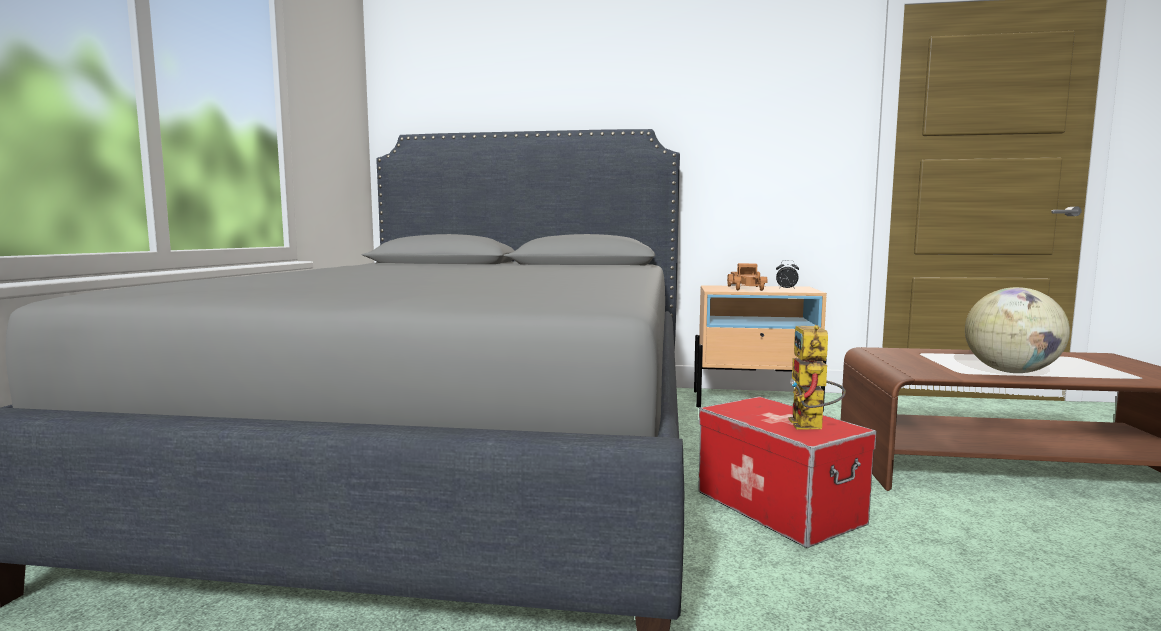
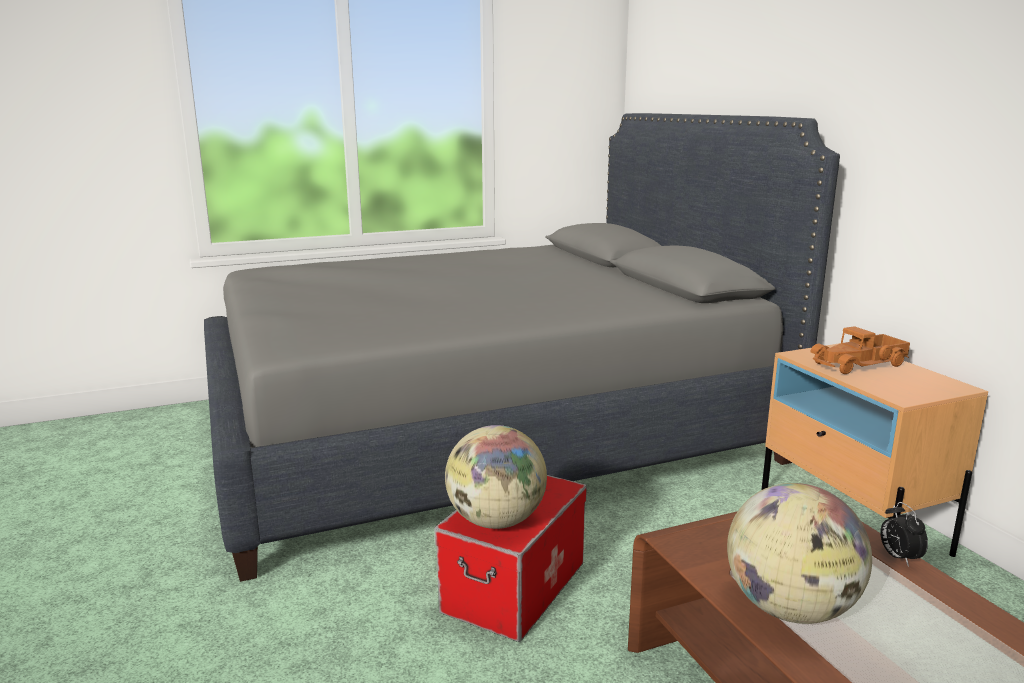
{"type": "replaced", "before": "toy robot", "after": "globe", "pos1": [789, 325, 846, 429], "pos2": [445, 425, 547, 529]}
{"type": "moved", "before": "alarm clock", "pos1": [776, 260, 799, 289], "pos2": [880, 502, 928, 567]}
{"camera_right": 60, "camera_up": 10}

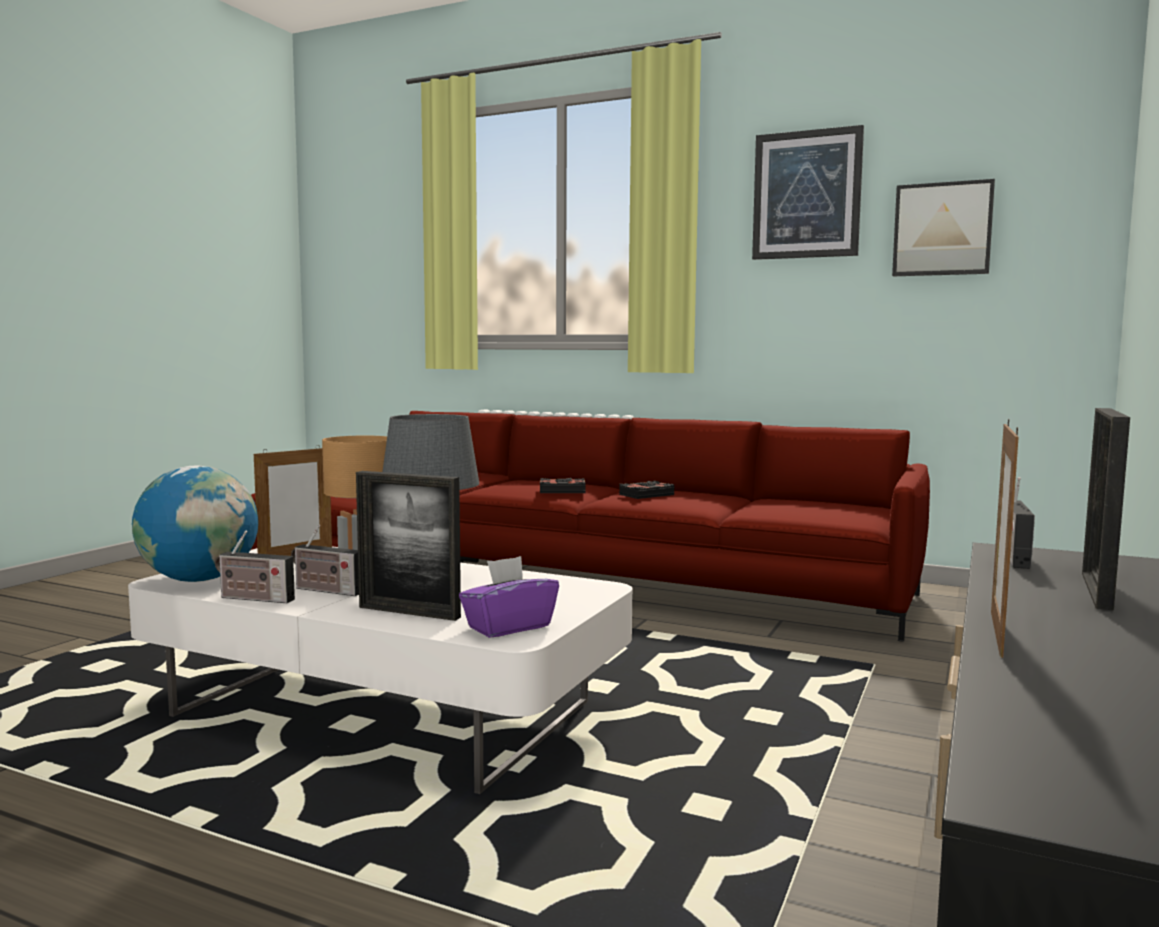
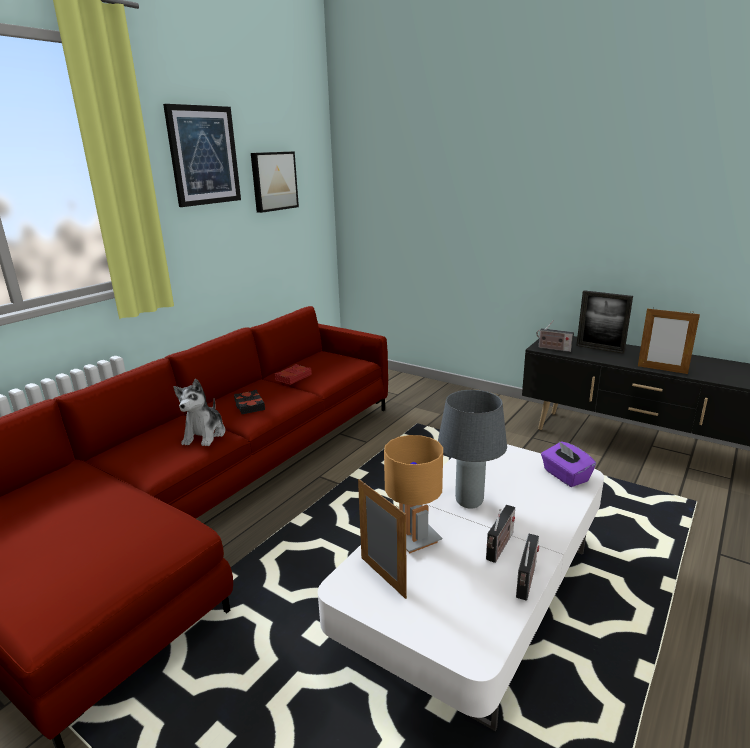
{"type": "replaced", "before": "book (black)", "after": "plush toy", "pos1": [540, 478, 586, 493], "pos2": [173, 379, 225, 446]}
{"type": "added", "after": "book (red)", "pos2": [274, 364, 312, 385]}
{"type": "removed", "before": "globe", "pos1": [132, 465, 258, 582]}
{"type": "removed", "before": "picture frame", "pos1": [356, 471, 461, 621]}
{"camera_right": -80, "camera_up": 15}

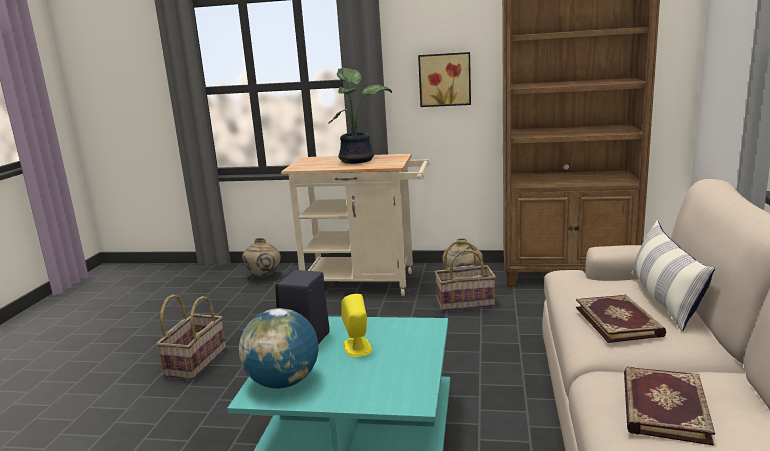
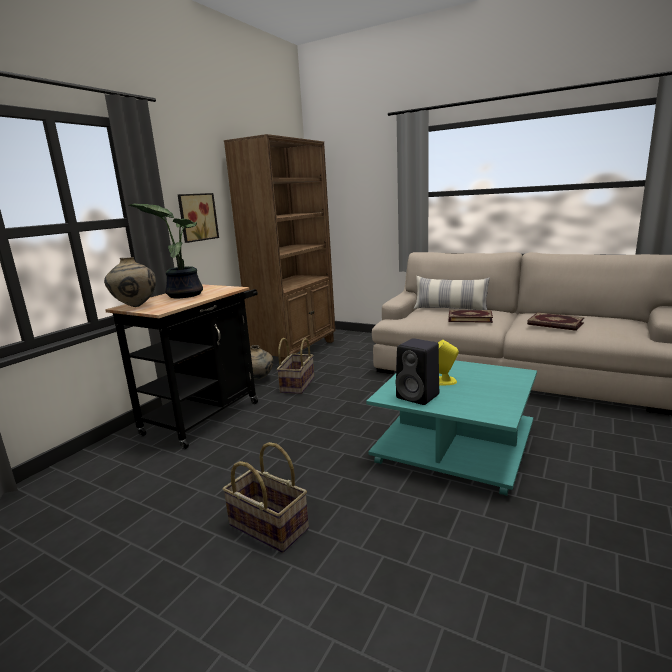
{"type": "moved", "before": "vase (beige)", "pos1": [242, 238, 281, 278], "pos2": [104, 257, 156, 307]}
{"type": "recoloured", "before": "cart (beige)", "after": "cart (black)", "pos1": [281, 154, 430, 296], "pos2": [105, 284, 258, 449]}
{"type": "removed", "before": "globe", "pos1": [239, 308, 318, 389]}
{"camera_right": -70, "camera_up": 0}

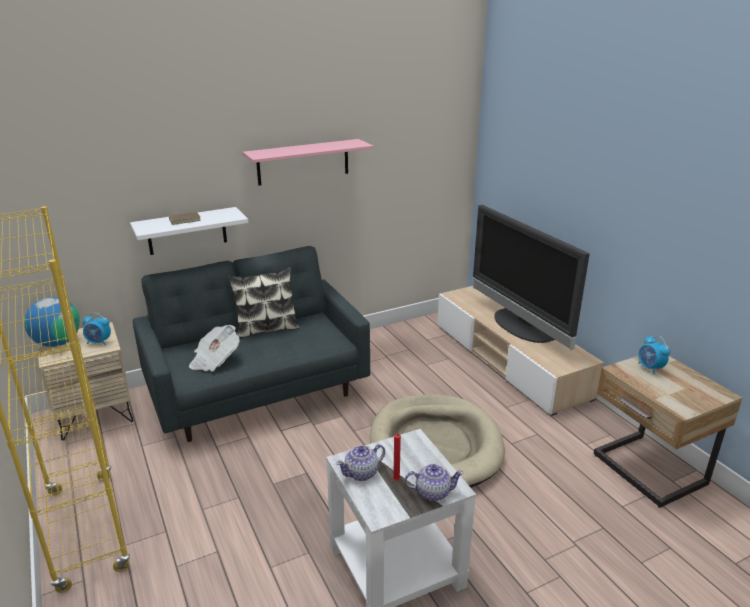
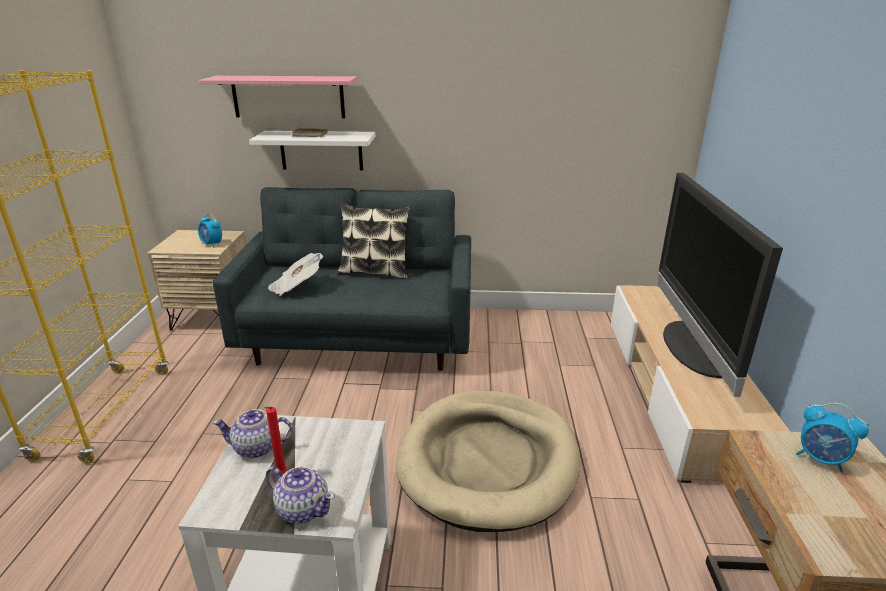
{"type": "moved", "before": "shelf (pink)", "pos1": [242, 139, 373, 186], "pos2": [199, 76, 357, 118]}
{"type": "turned", "before": "alarm clock", "pos1": [638, 336, 670, 374], "pos2": [796, 403, 869, 473], "turn": -60}
{"type": "removed", "before": "globe", "pos1": [24, 297, 80, 347]}
{"camera_right": 30, "camera_up": 0}

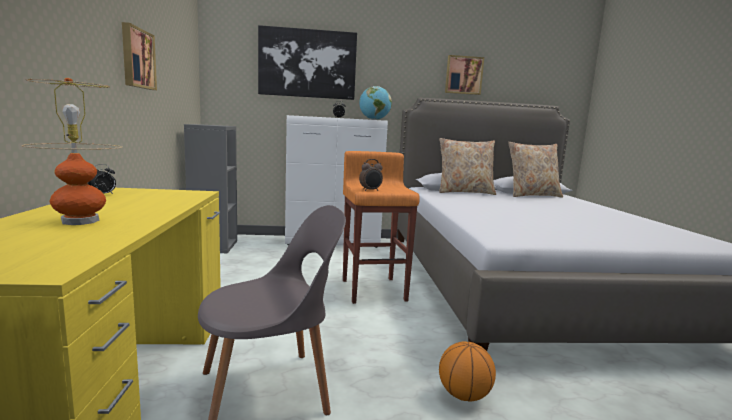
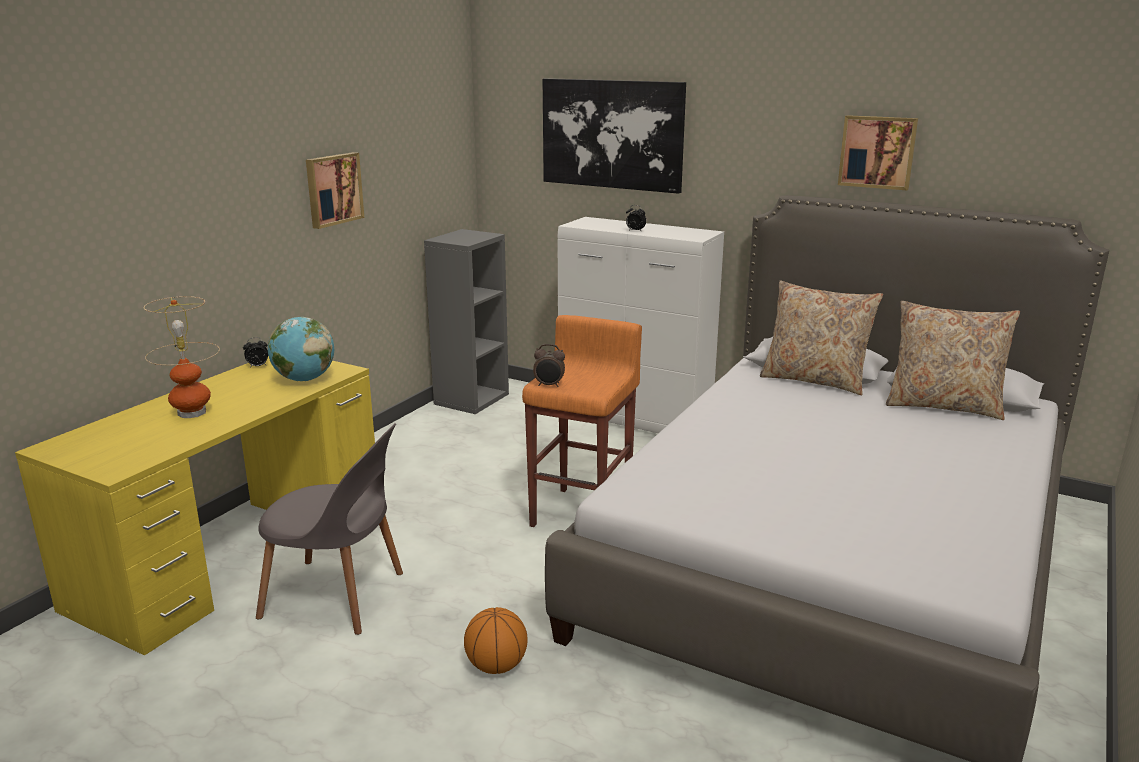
{"type": "moved", "before": "globe", "pos1": [359, 86, 392, 120], "pos2": [268, 317, 334, 381]}
{"camera_right": 35, "camera_up": 10}

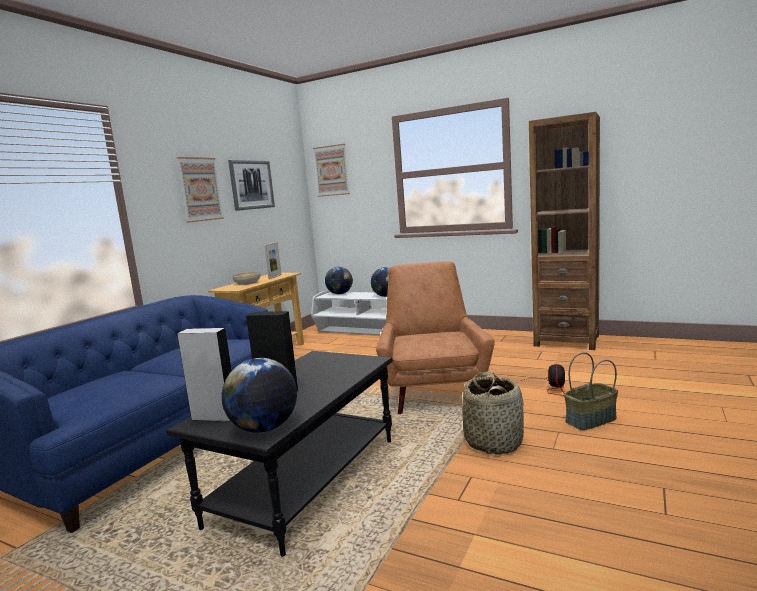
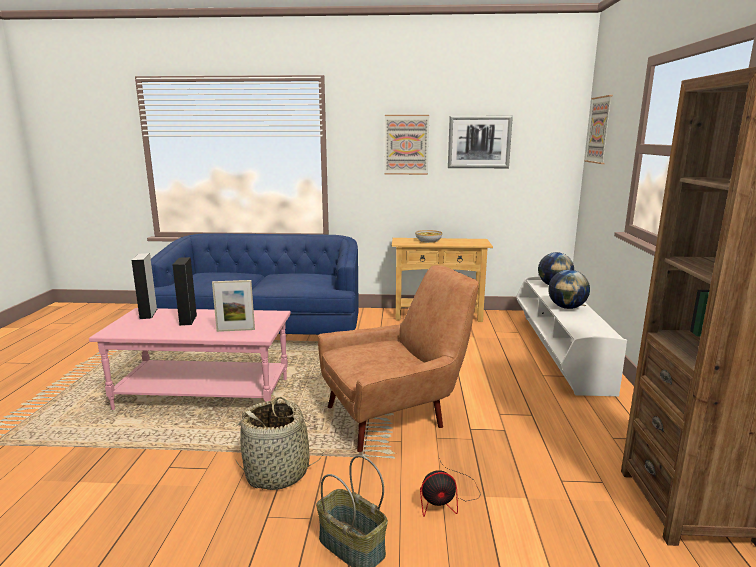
{"type": "recoloured", "before": "coffee table (black)", "after": "coffee table (pink)", "pos1": [166, 351, 393, 557], "pos2": [89, 308, 291, 410]}
{"type": "moved", "before": "picture frame", "pos1": [264, 242, 282, 279], "pos2": [212, 280, 255, 332]}
{"type": "removed", "before": "globe", "pos1": [222, 358, 297, 433]}
{"camera_right": 65, "camera_up": 5}

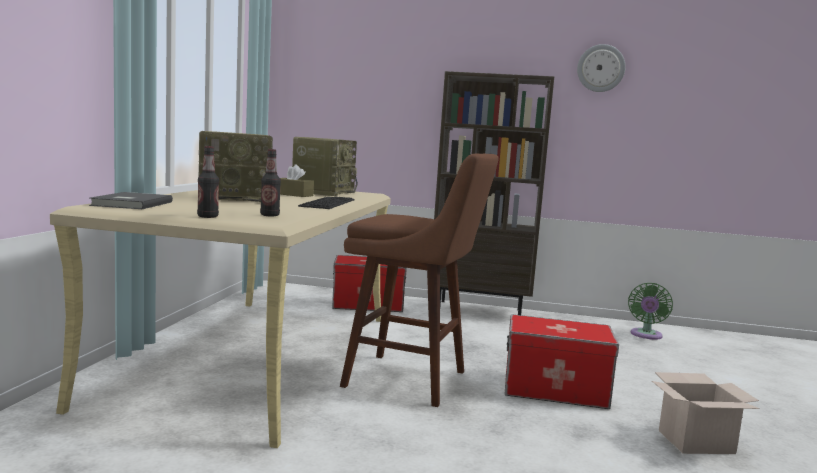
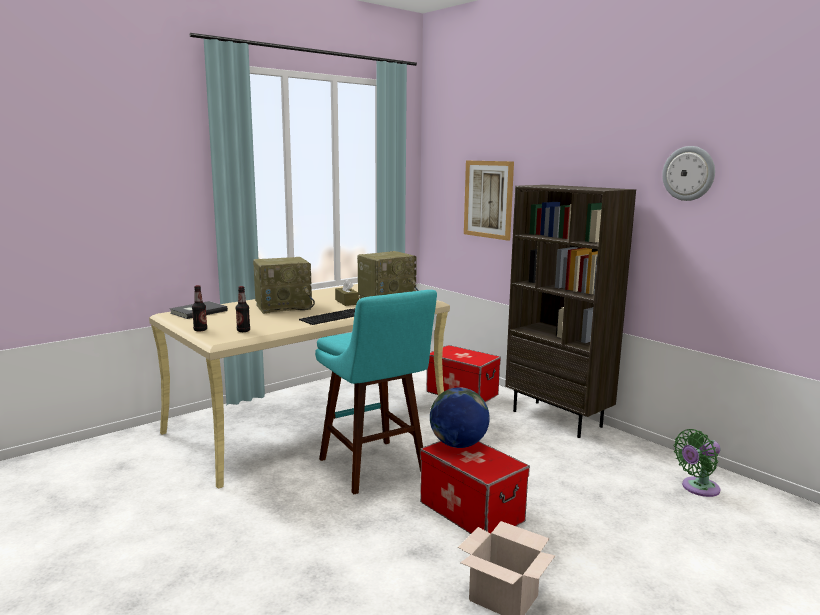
{"type": "turned", "before": "radio", "pos1": [198, 131, 273, 203], "pos2": [253, 257, 315, 314], "turn": -45}
{"type": "recoloured", "before": "stool (brown)", "after": "stool (turquoise)", "pos1": [340, 154, 499, 407], "pos2": [315, 290, 437, 494]}
{"type": "added", "after": "globe", "pos2": [430, 387, 490, 448]}
{"type": "added", "after": "picture", "pos2": [464, 161, 514, 241]}
{"camera_right": 40, "camera_up": 5}

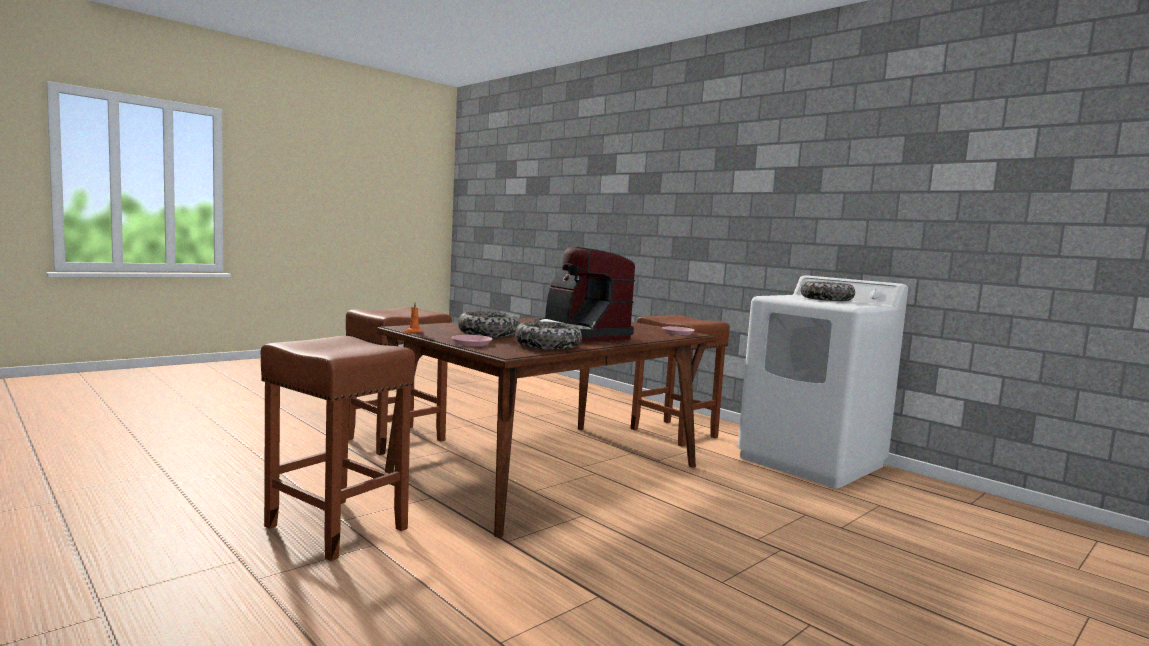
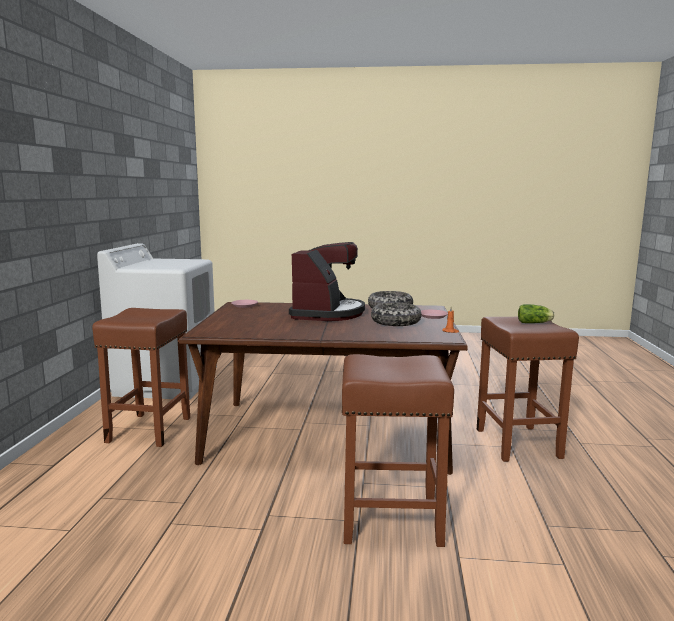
{"type": "added", "after": "lettuce", "pos2": [518, 304, 554, 323]}
{"type": "removed", "before": "bowl", "pos1": [801, 281, 855, 301]}
{"camera_right": -130, "camera_up": 5}

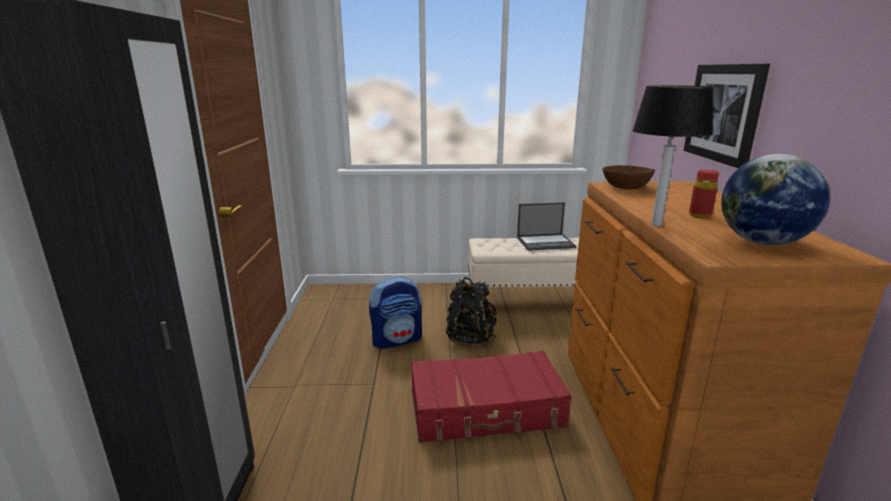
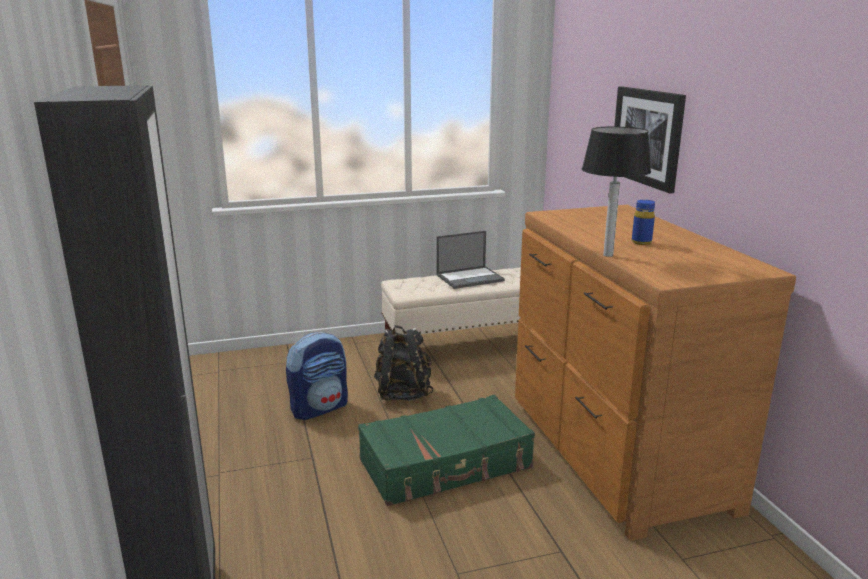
{"type": "recoloured", "before": "suitcase (red)", "after": "suitcase (green)", "pos1": [411, 351, 572, 443], "pos2": [358, 395, 535, 506]}
{"type": "recoloured", "before": "bottle (red)", "after": "bottle (blue)", "pos1": [689, 170, 719, 218], "pos2": [632, 200, 655, 245]}
{"type": "removed", "before": "bowl (brown)", "pos1": [603, 165, 655, 189]}
{"type": "removed", "before": "globe", "pos1": [721, 154, 830, 245]}
{"camera_right": -15, "camera_up": 0}

